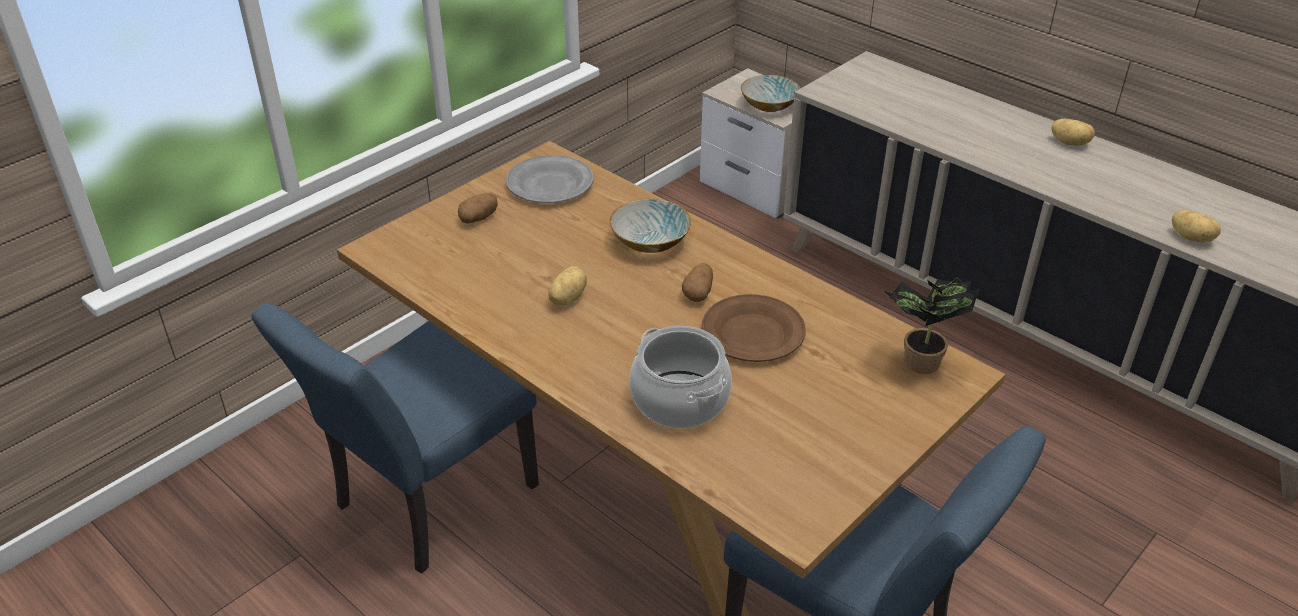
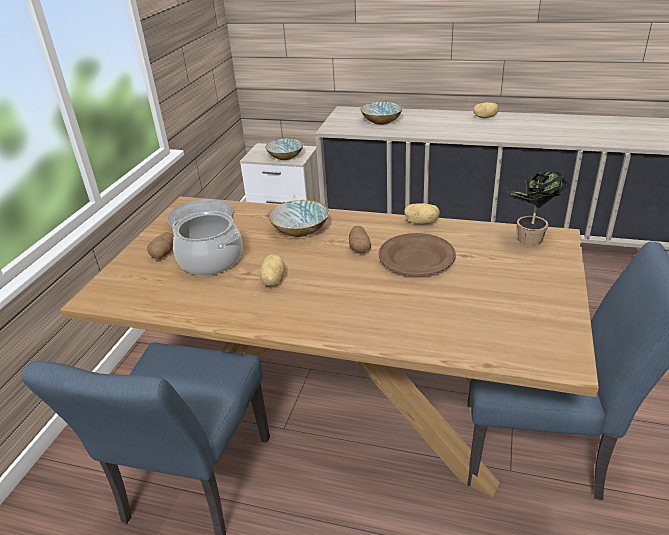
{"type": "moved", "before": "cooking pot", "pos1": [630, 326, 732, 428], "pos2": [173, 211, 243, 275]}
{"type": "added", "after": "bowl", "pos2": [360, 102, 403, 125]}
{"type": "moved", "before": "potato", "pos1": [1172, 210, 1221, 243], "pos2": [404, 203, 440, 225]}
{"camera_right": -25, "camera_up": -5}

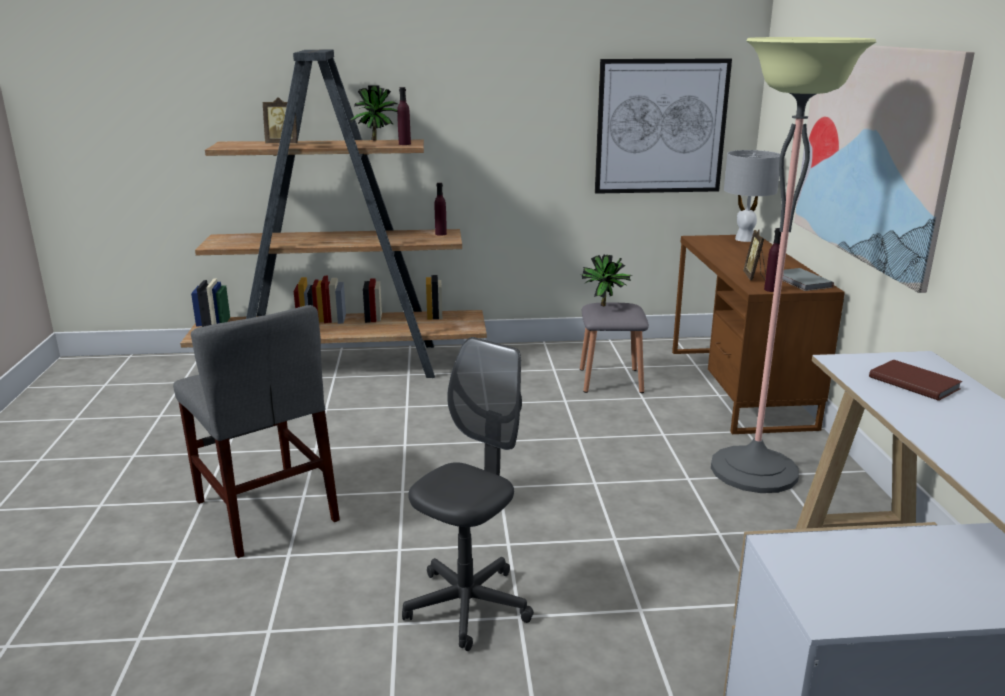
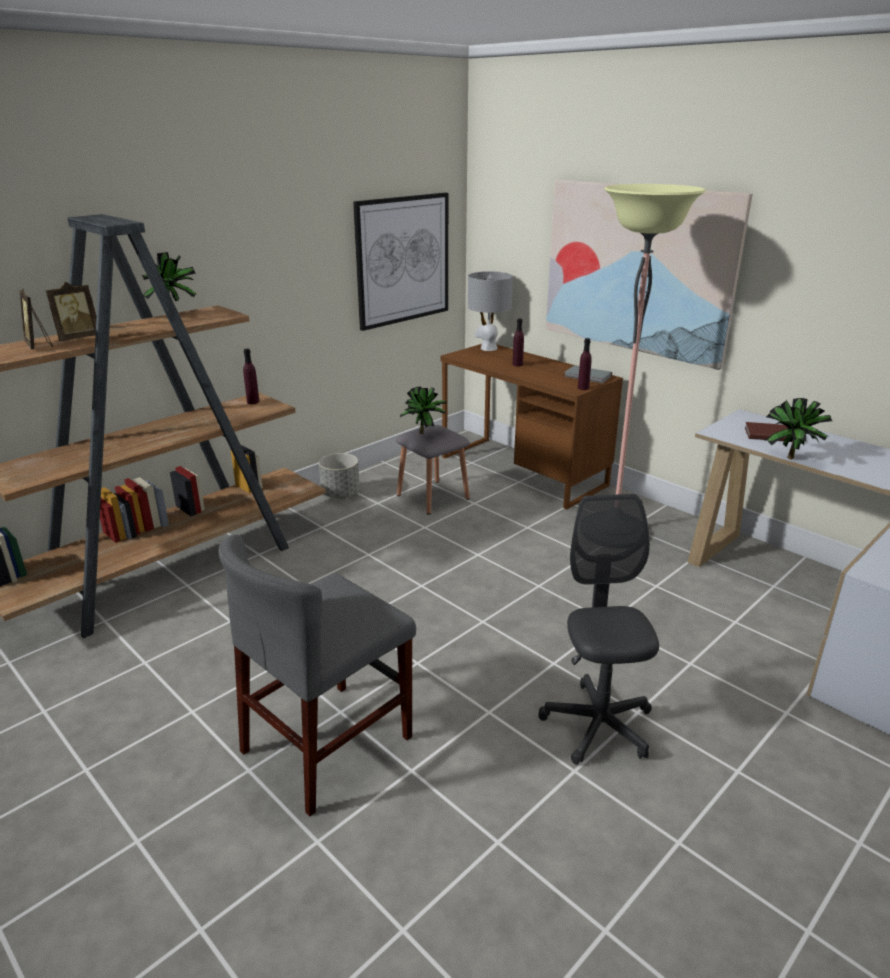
{"type": "moved", "before": "picture frame", "pos1": [743, 230, 766, 281], "pos2": [20, 288, 53, 349]}
{"type": "turned", "before": "chair (grey)", "pos1": [173, 305, 340, 558], "pos2": [218, 534, 416, 816], "turn": 120}
{"type": "added", "after": "planter (grey)", "pos2": [319, 453, 360, 498]}
{"type": "moved", "before": "bottle (purple)", "pos1": [397, 87, 411, 145], "pos2": [513, 318, 524, 366]}
{"type": "added", "after": "potted plant", "pos2": [766, 398, 832, 459]}
{"camera_right": -40, "camera_up": 5}

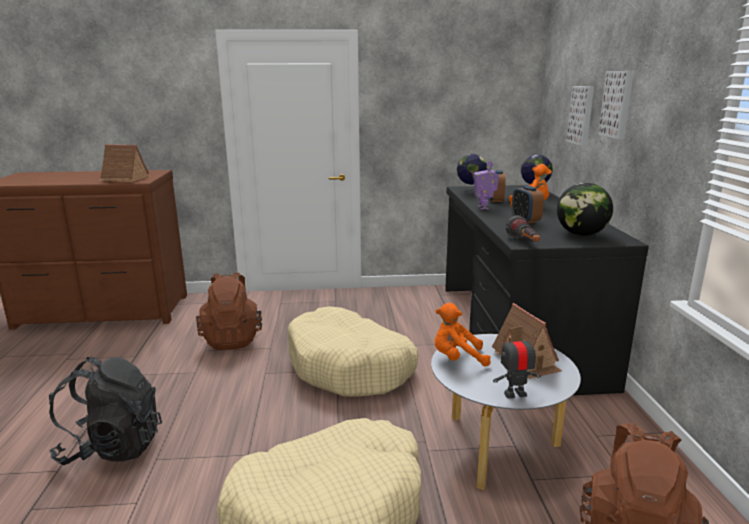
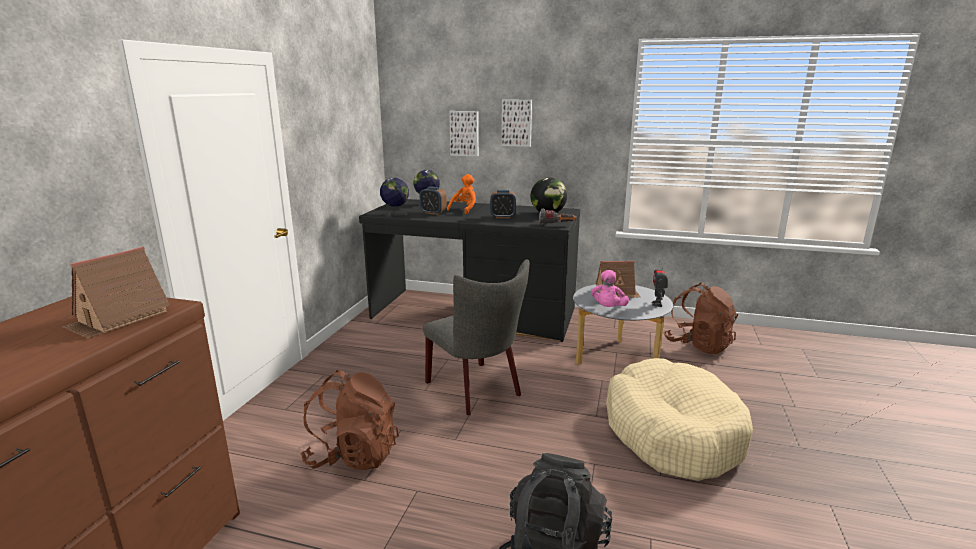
{"type": "replaced", "before": "dog bed (beige)", "after": "chair (grey)", "pos1": [287, 306, 418, 397], "pos2": [423, 259, 529, 415]}
{"type": "recoloured", "before": "plush toy (orange)", "after": "plush toy (pink)", "pos1": [434, 303, 491, 367], "pos2": [591, 270, 629, 307]}
{"type": "removed", "before": "toy robot", "pos1": [474, 161, 499, 209]}
{"camera_right": -70, "camera_up": 0}

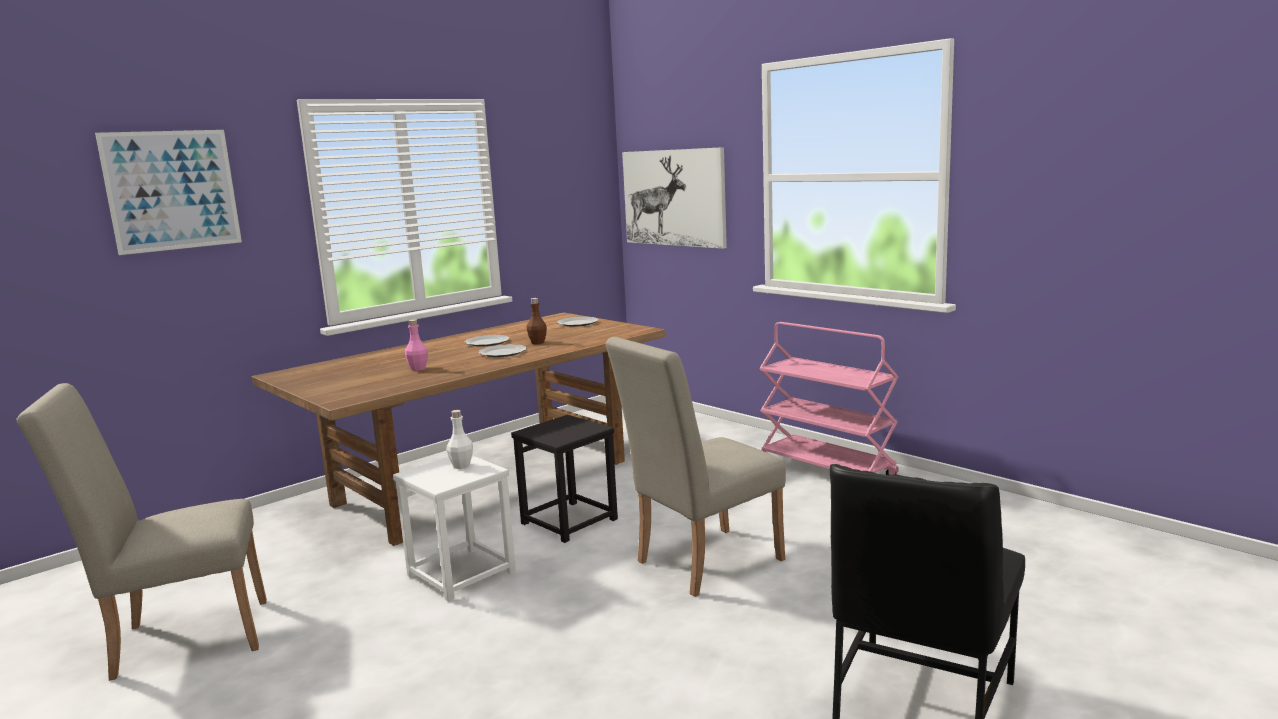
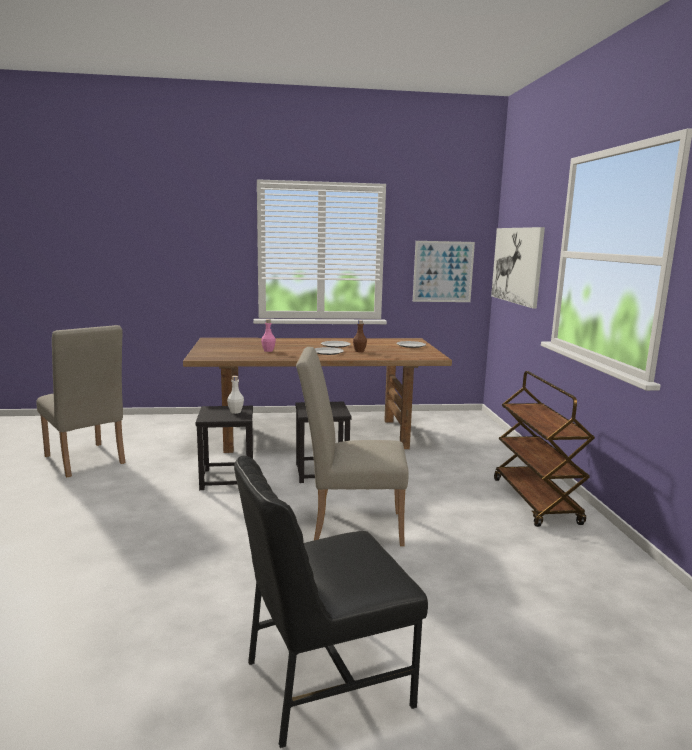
{"type": "turned", "before": "chair (beige)", "pos1": [16, 383, 267, 681], "pos2": [36, 325, 126, 477], "turn": -150}
{"type": "recoloured", "before": "stool (white)", "after": "stool (black)", "pos1": [393, 456, 516, 602], "pos2": [195, 406, 253, 490]}
{"type": "moved", "before": "picture", "pos1": [95, 130, 242, 255], "pos2": [413, 241, 475, 302]}
{"type": "recoloured", "before": "cart (pink)", "after": "cart (brown)", "pos1": [759, 322, 899, 475], "pos2": [494, 371, 595, 527]}
{"camera_right": 35, "camera_up": 0}

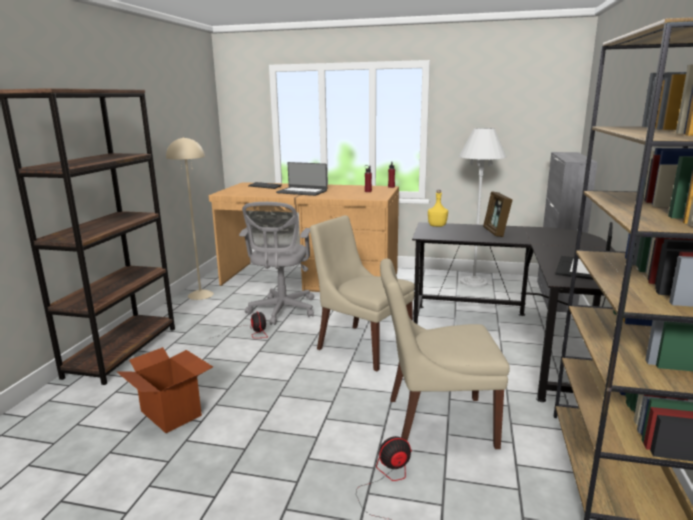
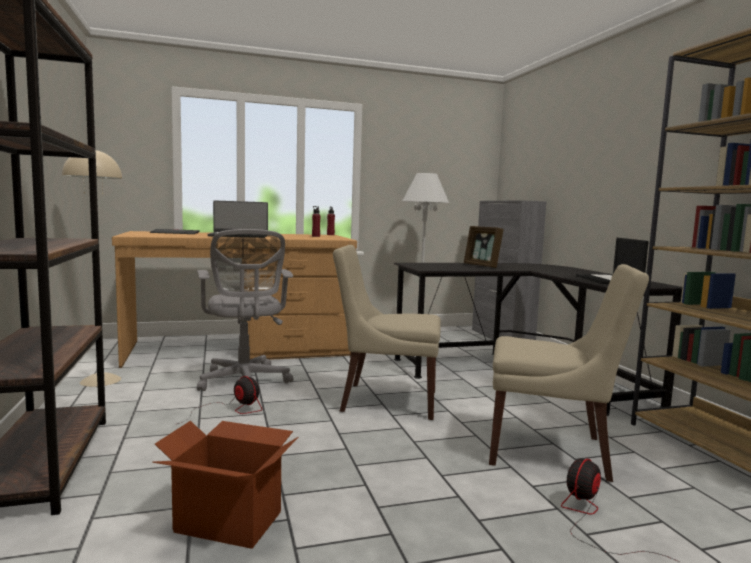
{"type": "turned", "before": "chair (beige)", "pos1": [380, 259, 510, 449], "pos2": [489, 264, 649, 482], "turn": -135}
{"type": "removed", "before": "bottle (yellow)", "pos1": [428, 190, 448, 227]}
{"camera_right": -30, "camera_up": -10}

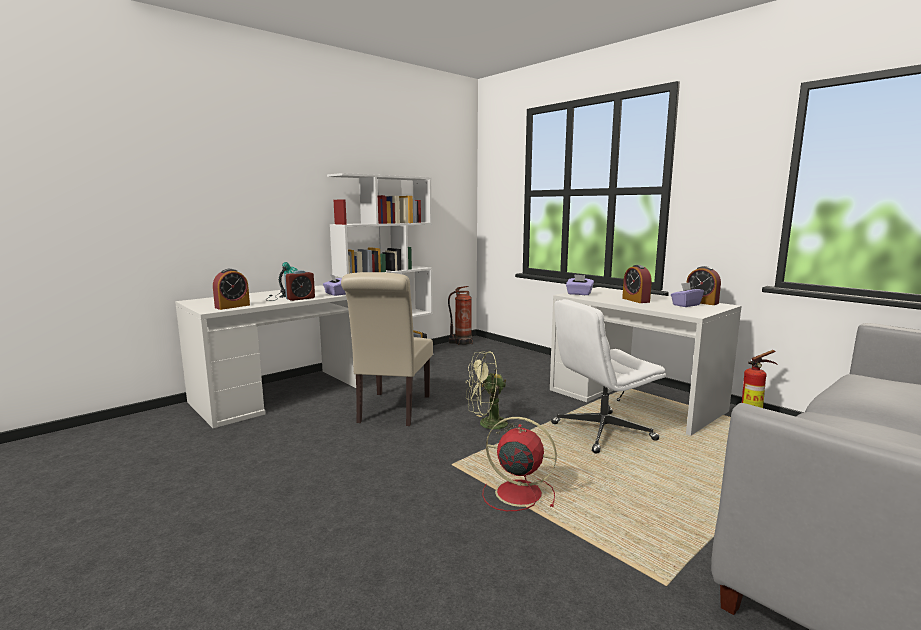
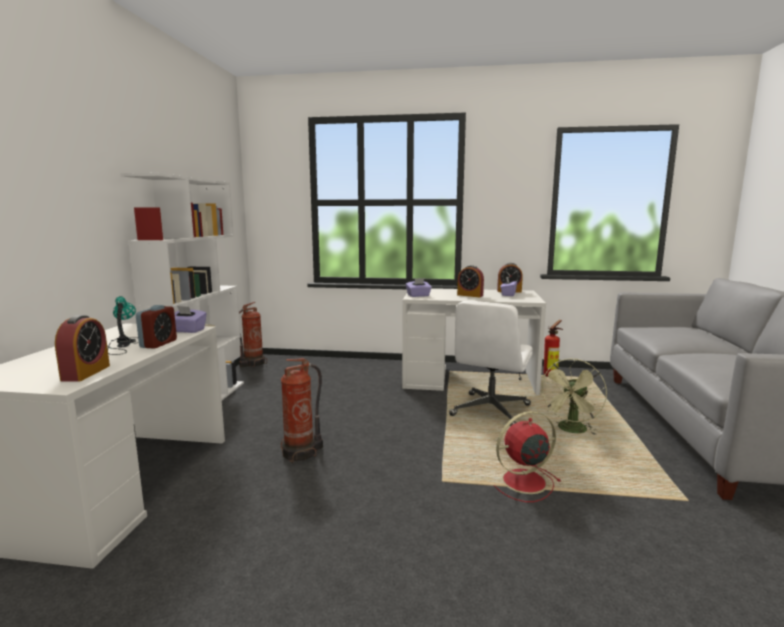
{"type": "replaced", "before": "chair (beige)", "after": "fire extinguisher", "pos1": [341, 272, 433, 426], "pos2": [281, 358, 323, 463]}
{"type": "moved", "before": "fan (green)", "pos1": [466, 351, 518, 434], "pos2": [539, 359, 607, 434]}
{"camera_right": -40, "camera_up": 0}

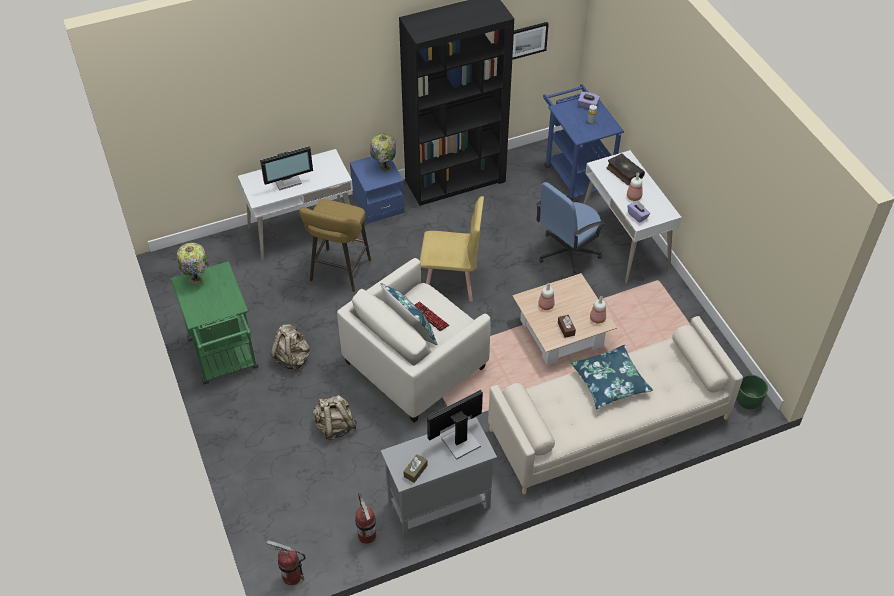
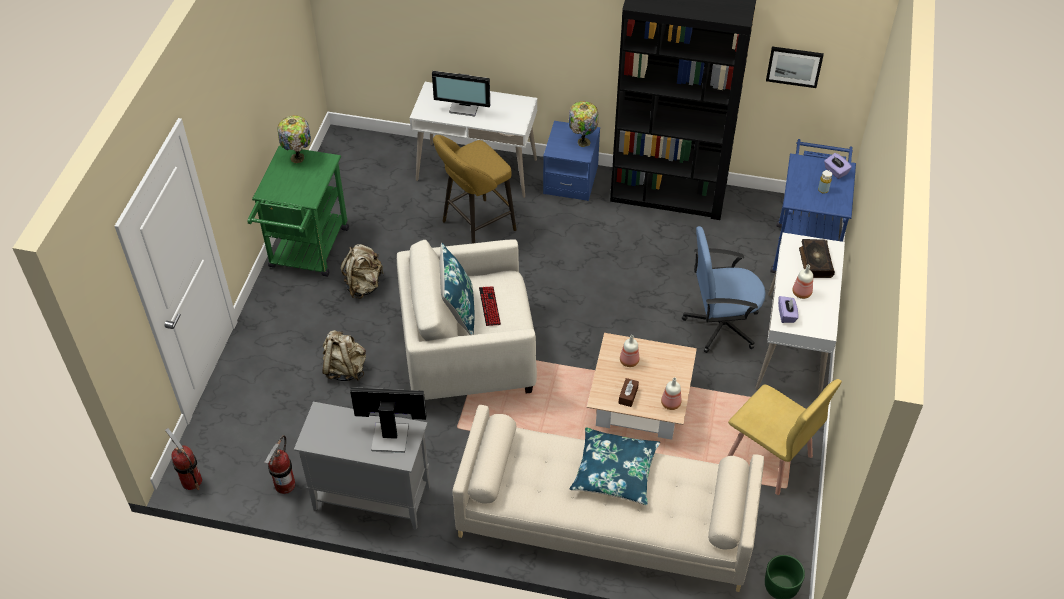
{"type": "moved", "before": "chair (yellow)", "pos1": [420, 196, 484, 302], "pos2": [727, 379, 842, 495]}
{"type": "removed", "before": "tissue box (brown)", "pos1": [403, 454, 428, 483]}
{"camera_right": 35, "camera_up": 0}

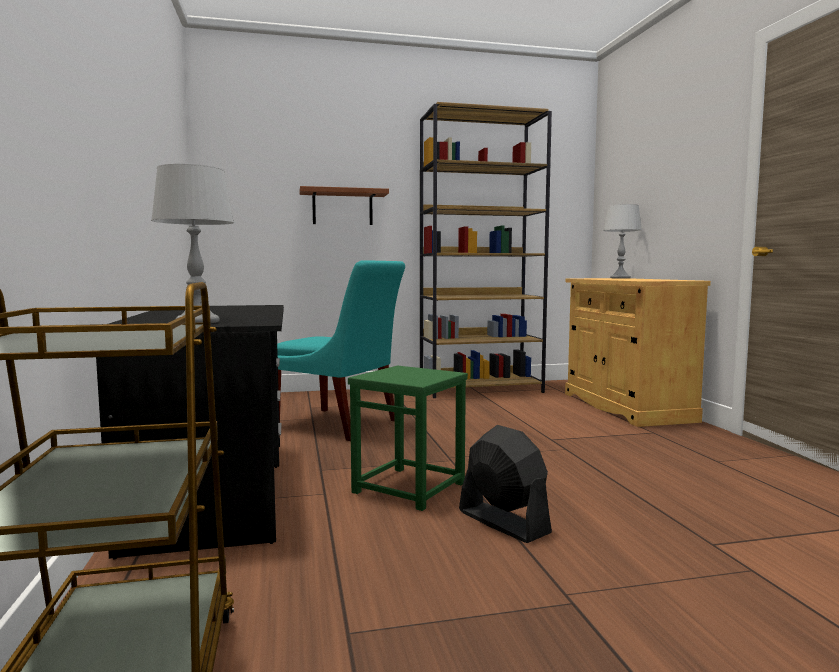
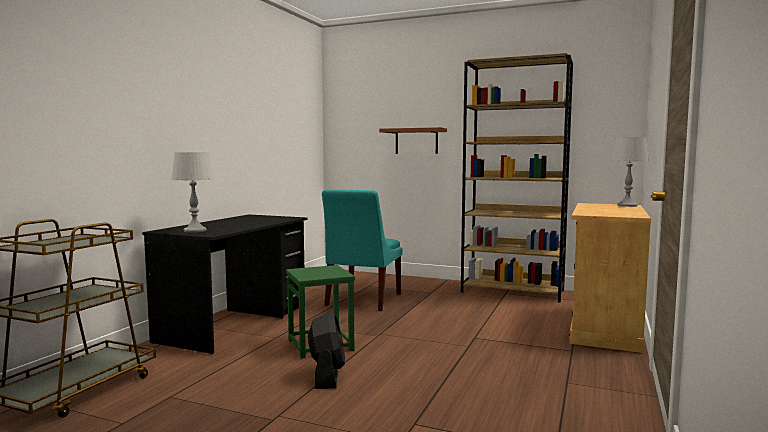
{"type": "turned", "before": "chair (turquoise)", "pos1": [277, 260, 405, 441], "pos2": [322, 189, 402, 311], "turn": 45}
{"camera_right": 35, "camera_up": 0}

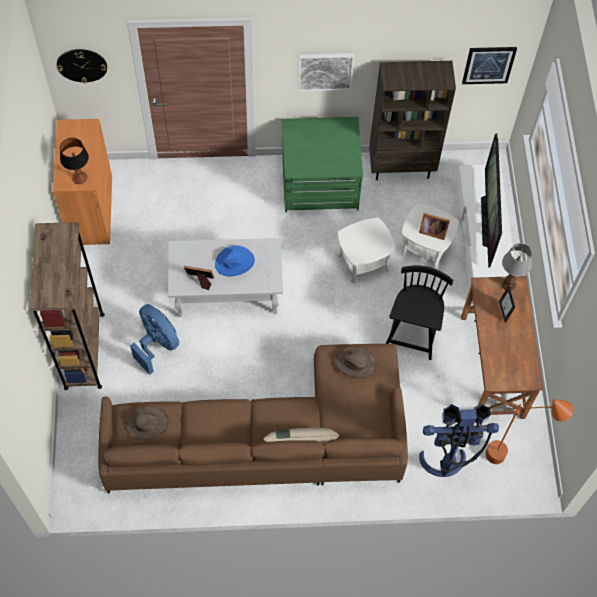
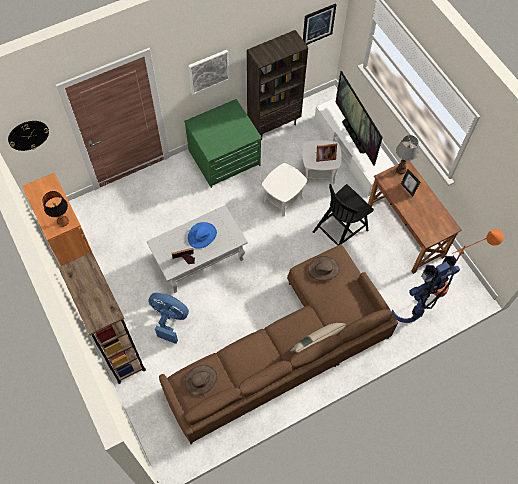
{"type": "turned", "before": "chair (black)", "pos1": [386, 266, 453, 360], "pos2": [313, 184, 374, 246], "turn": -120}
{"camera_right": -25, "camera_up": 0}

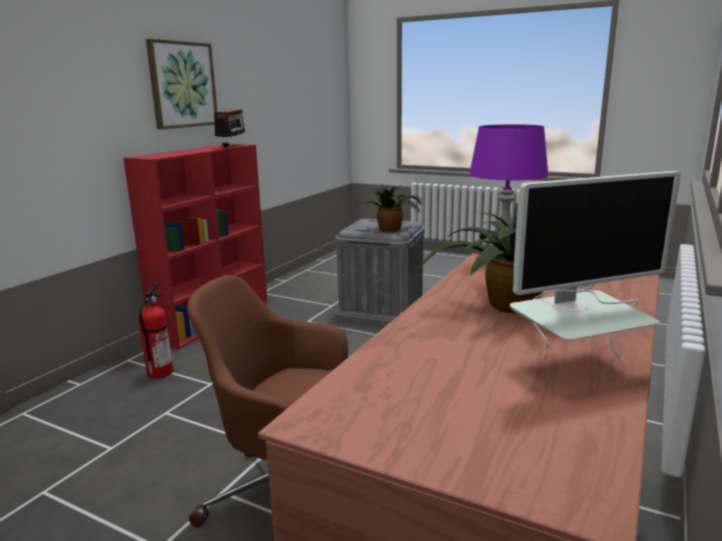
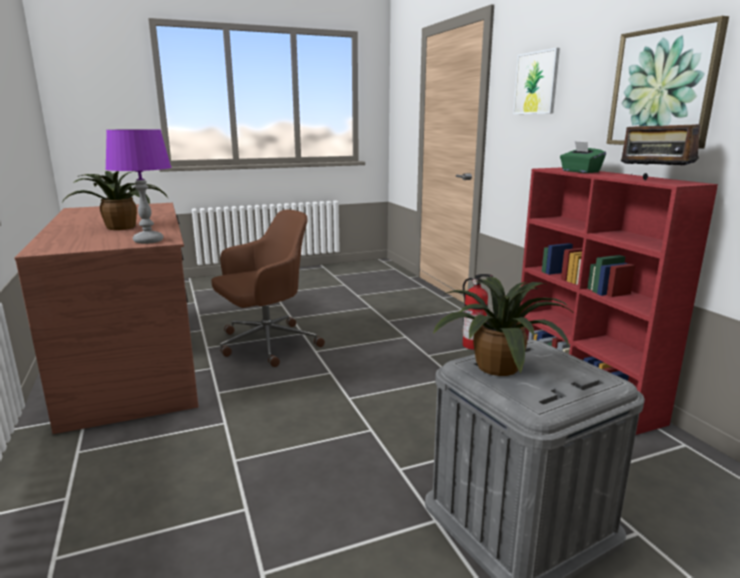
{"type": "added", "after": "picture", "pos2": [513, 48, 560, 114]}
{"type": "added", "after": "tissue box (green)", "pos2": [560, 141, 606, 173]}
{"type": "removed", "before": "monitor", "pos1": [510, 171, 681, 359]}
{"camera_right": 130, "camera_up": 0}

